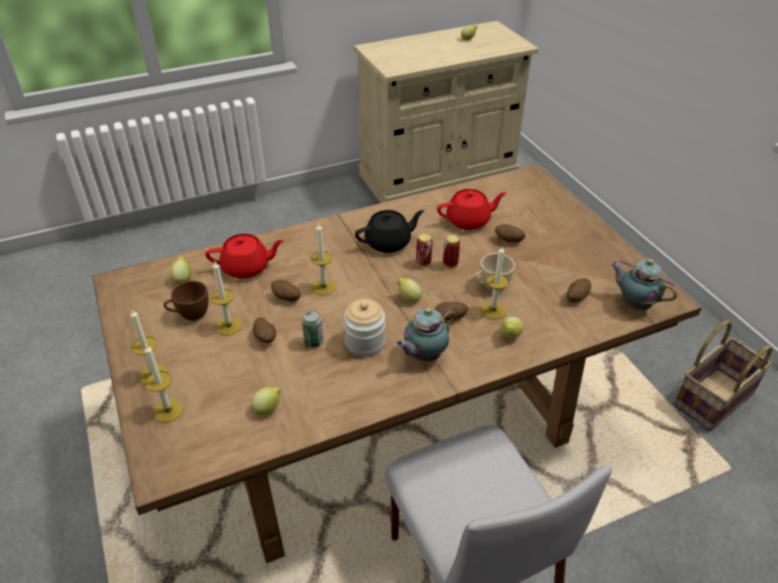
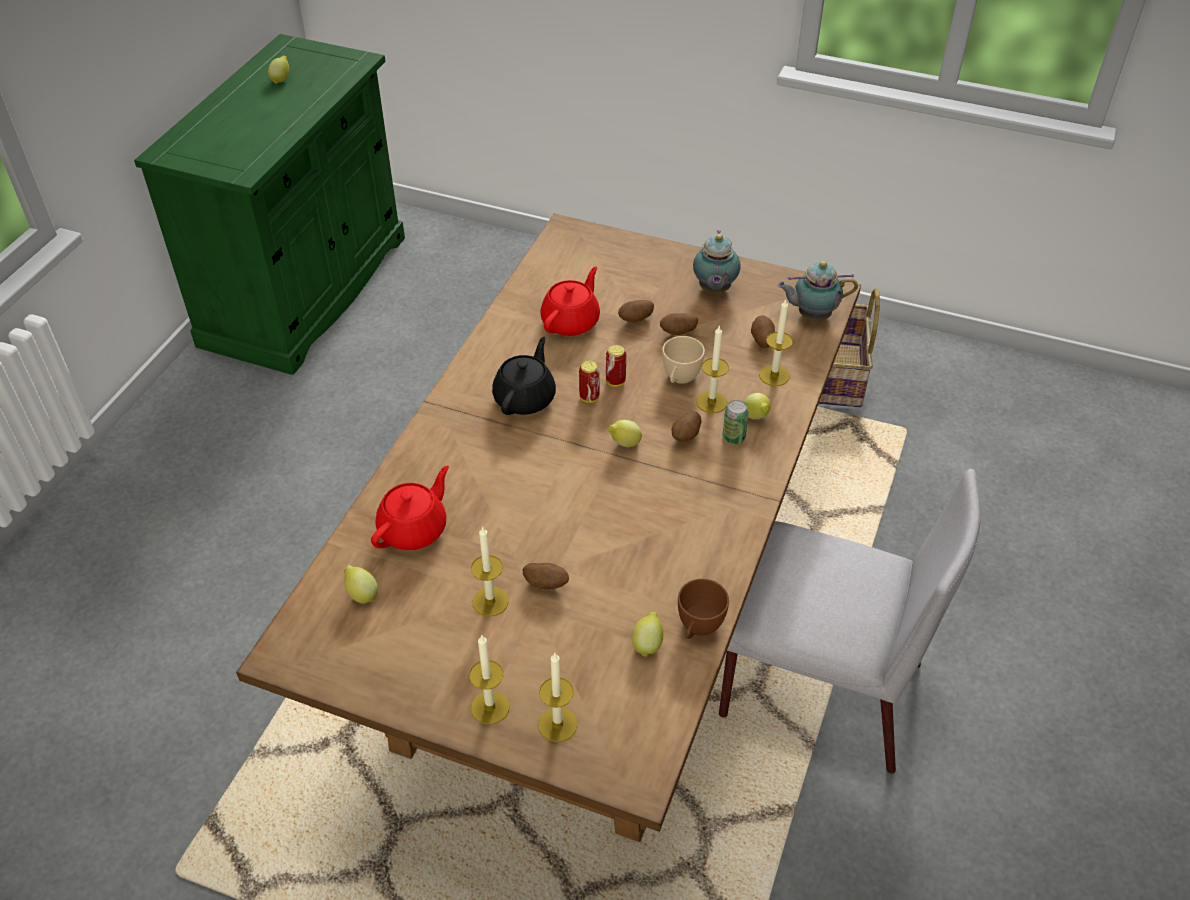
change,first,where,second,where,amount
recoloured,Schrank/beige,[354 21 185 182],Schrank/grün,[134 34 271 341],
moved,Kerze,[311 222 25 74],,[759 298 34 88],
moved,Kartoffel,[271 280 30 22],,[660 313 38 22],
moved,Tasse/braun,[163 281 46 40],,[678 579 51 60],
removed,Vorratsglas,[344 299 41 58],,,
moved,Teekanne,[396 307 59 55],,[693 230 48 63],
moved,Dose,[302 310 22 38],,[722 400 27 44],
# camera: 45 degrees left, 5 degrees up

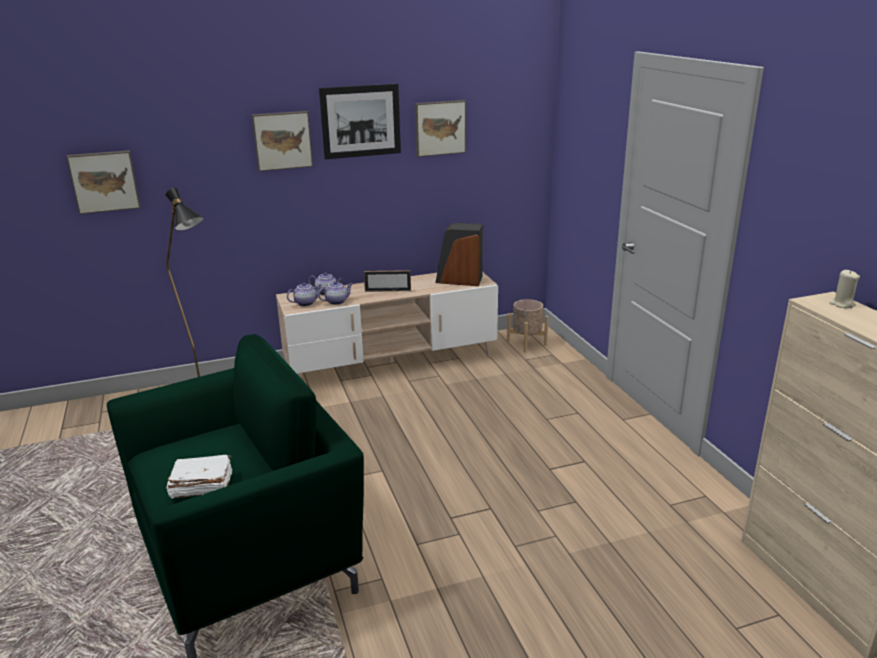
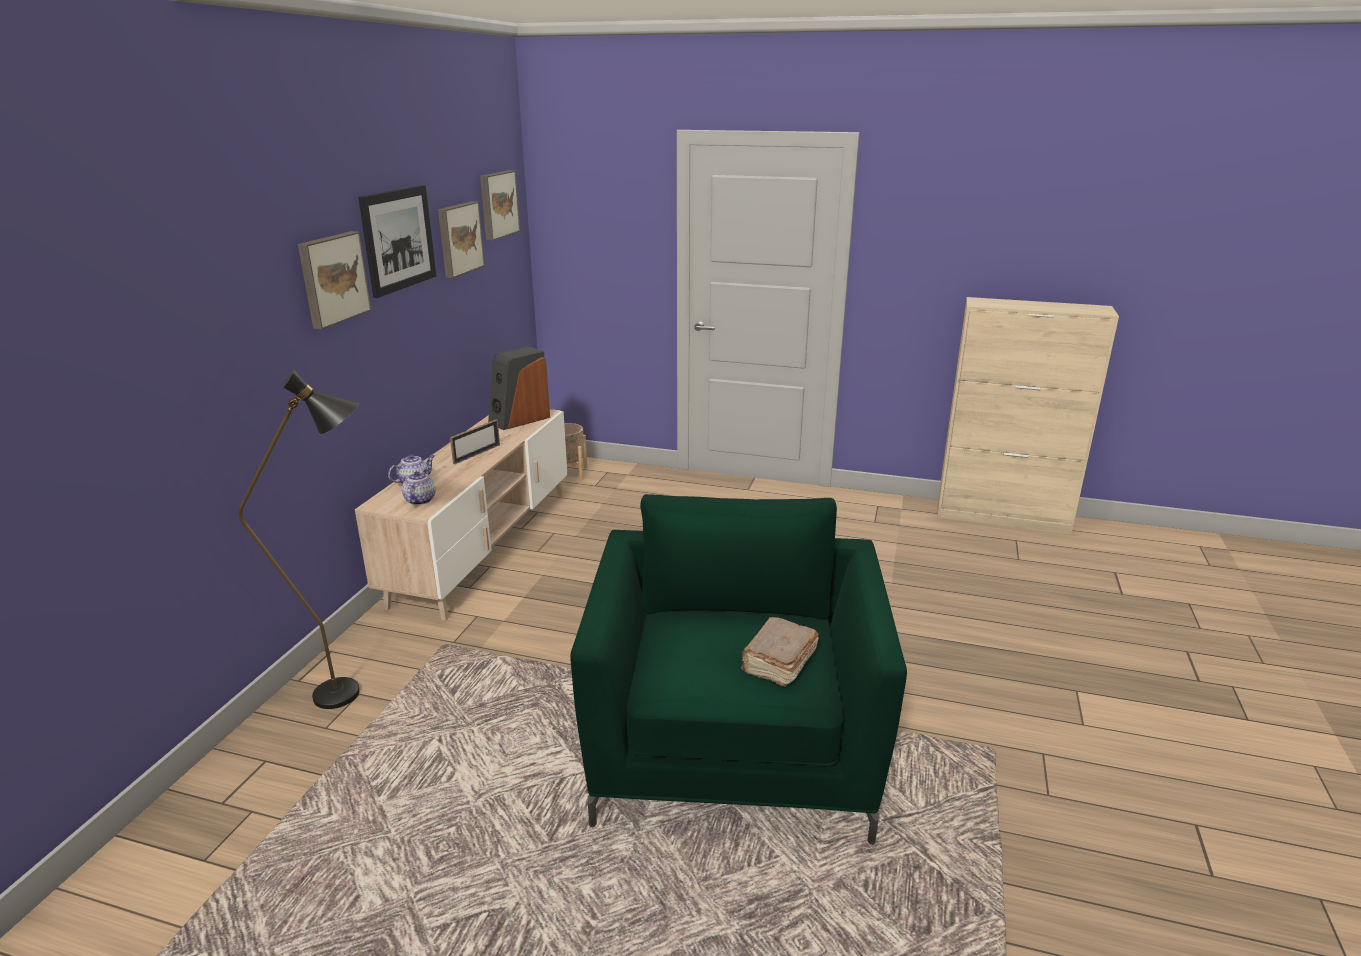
change,first,where,second,where,amount
moved,Bild,[66 150 74 64],,[480 170 40 71],
removed,Kerze/beige,[829 270 31 38],,,
removed,Teekanne,[318 281 35 24],,,
recoloured,Buch/weiß,[166 455 66 43],Buch/braun,[741 617 78 70],
# camera: 55 degrees left, 0 degrees up

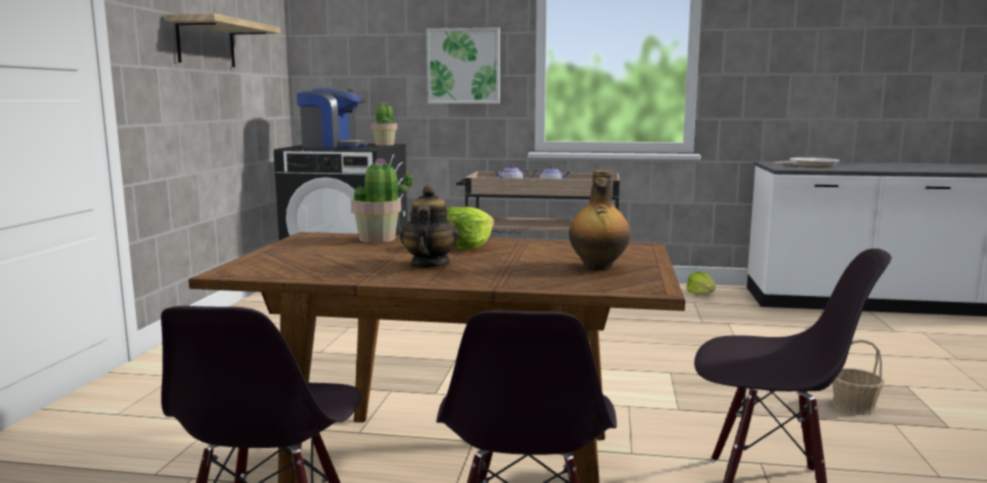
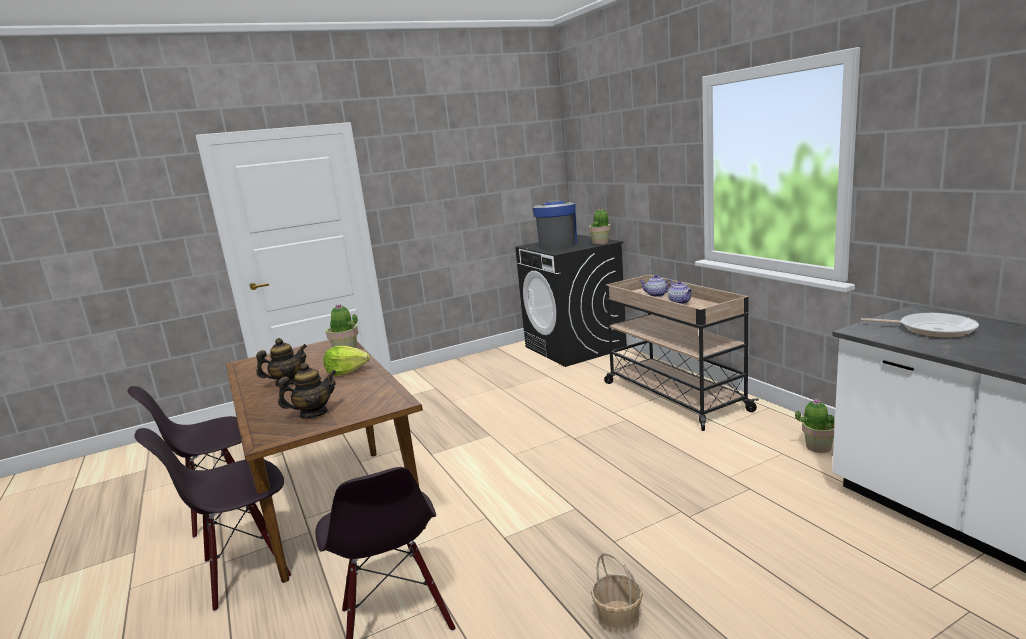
change,first,where,second,where,amount
removed,Wandregal,[164 13 117 54],,,
removed,Bild,[427 27 73 77],,,
turned,Kaffeemaschine,[297 87 72 62],,[533 199 45 50],150 degrees counterclockwise
replaced,Flasche,[569 170 61 101],Teekanne,[278 363 59 55],
replaced,Salatkopf,[686 271 29 24],Topfpflanze,[795 398 40 55],
# camera: 55 degrees right, 5 degrees up

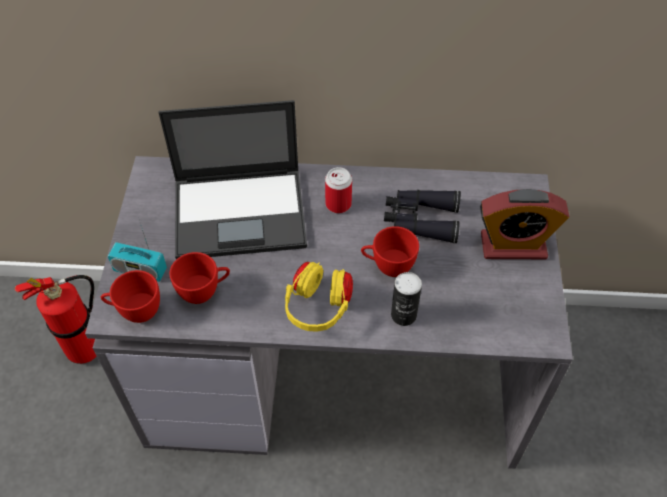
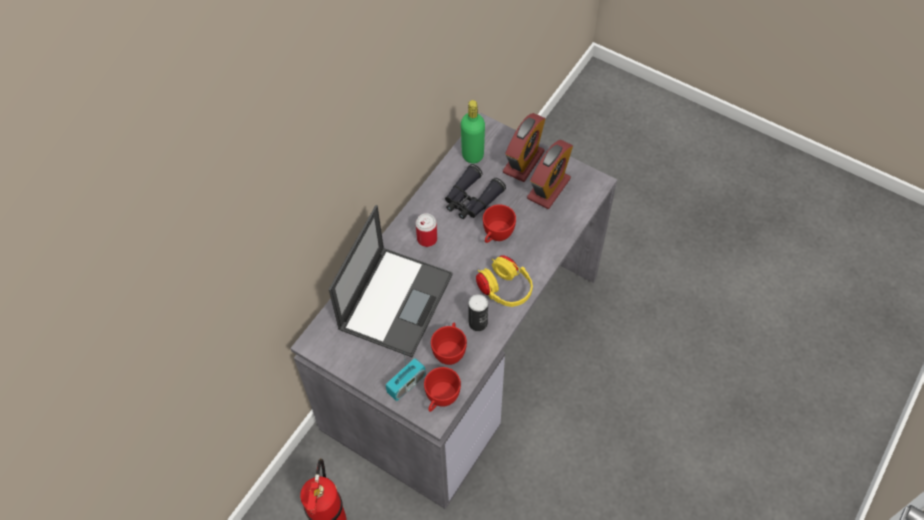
change,first,where,second,where,amount
moved,Dose,[391 272 31 54],,[468 294 20 37],
added,,,Flasche/grün,[461 100 24 63],
added,,,Wecker,[527 140 46 69],
# camera: 60 degrees left, 5 degrees up

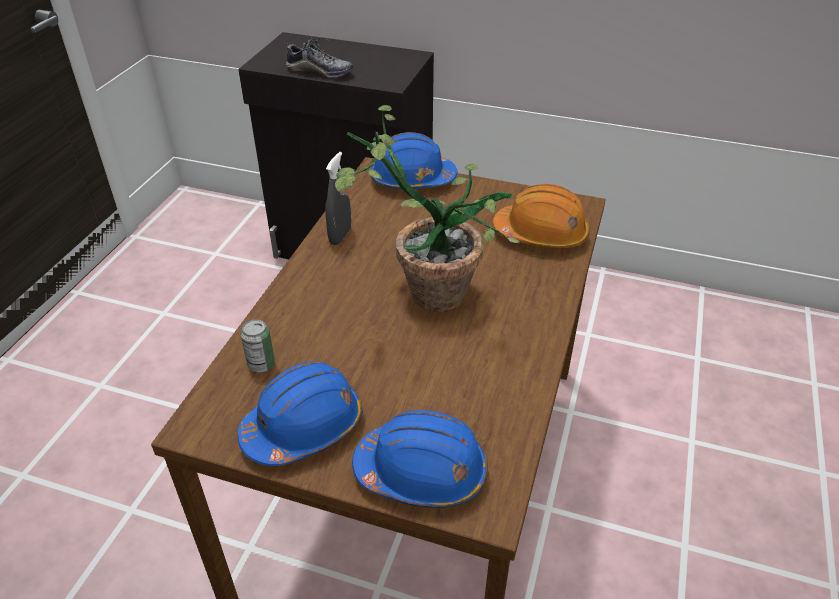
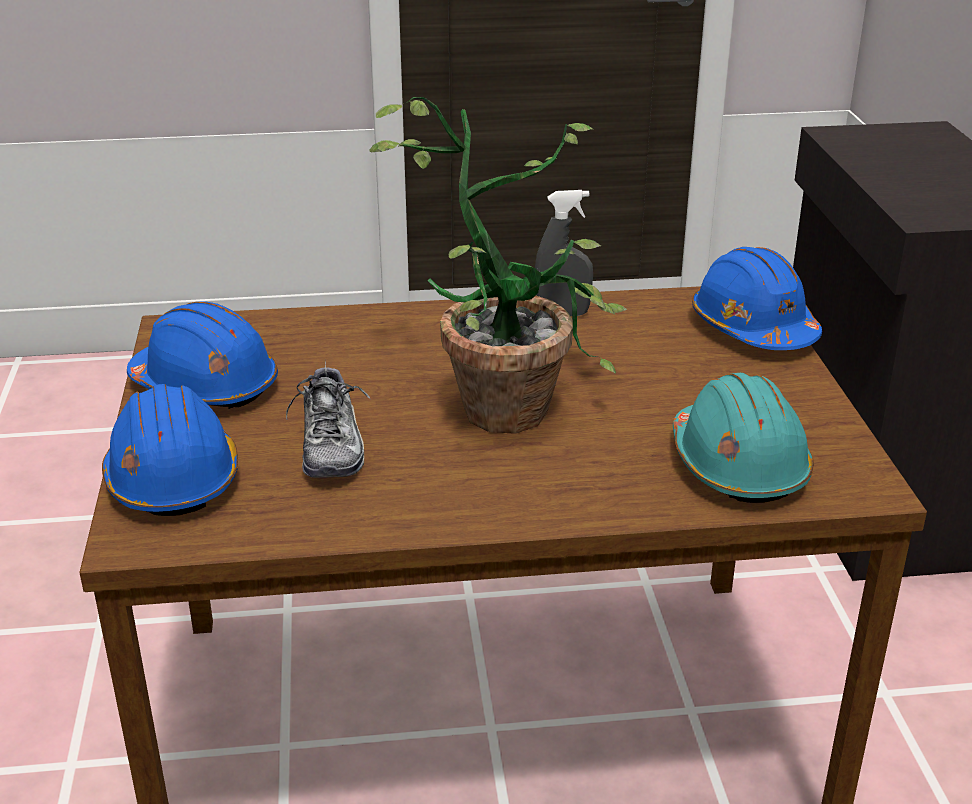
change,first,where,second,where,amount
moved,Schuh,[286 36 67 42],,[286 359 85 119],
recoloured,Schutzhelm/orange,[492 184 98 65],Schutzhelm/türkis,[673 373 141 130],
removed,Dose,[241 319 34 54],,,
# camera: 65 degrees right, 10 degrees down

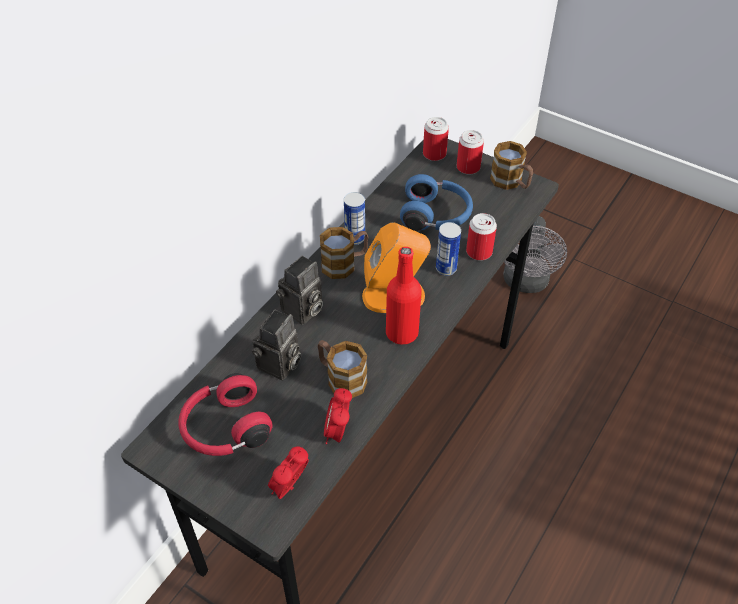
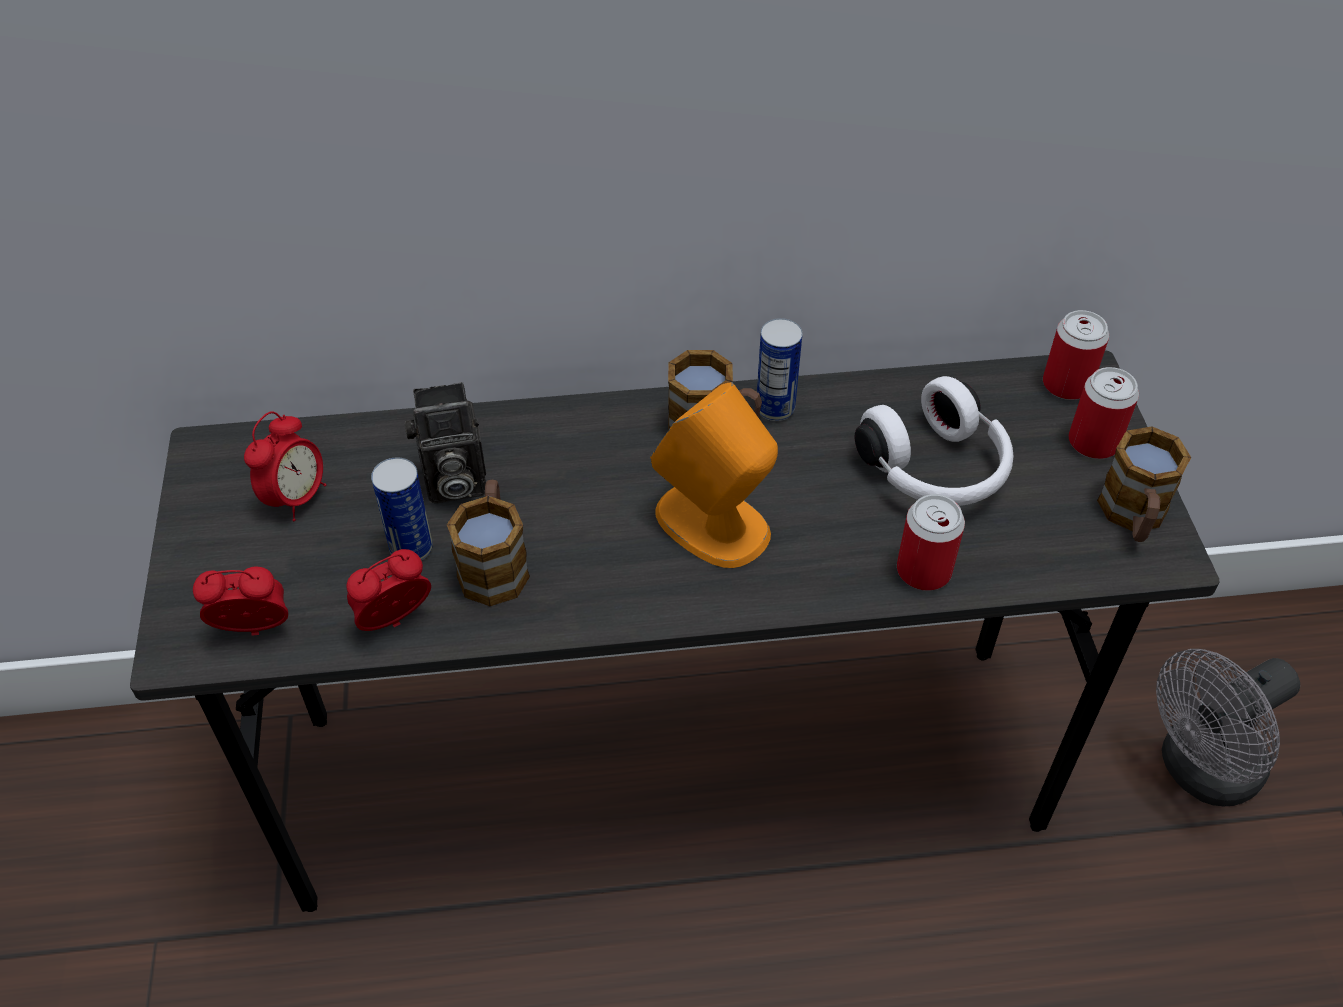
change,first,where,second,where,amount
recoloured,Kopfhörer/blau,[400 174 73 57],Kopfhörer/weiß,[855 376 159 130],
moved,Dose,[436 222 25 54],,[371 458 62 103],
removed,Flasche/rot,[386 247 36 98],,,
removed,Kamera,[276 256 47 69],,,
replaced,Kopfhörer/rot,[178 373 95 83],Wecker,[244 411 83 110],
# camera: 50 degrees right, 0 degrees up

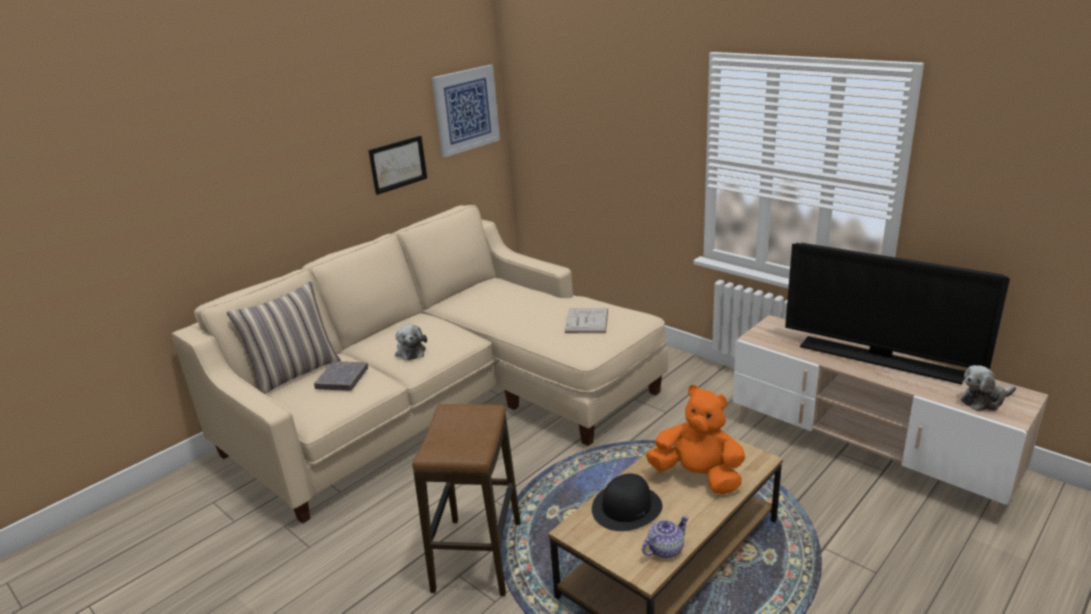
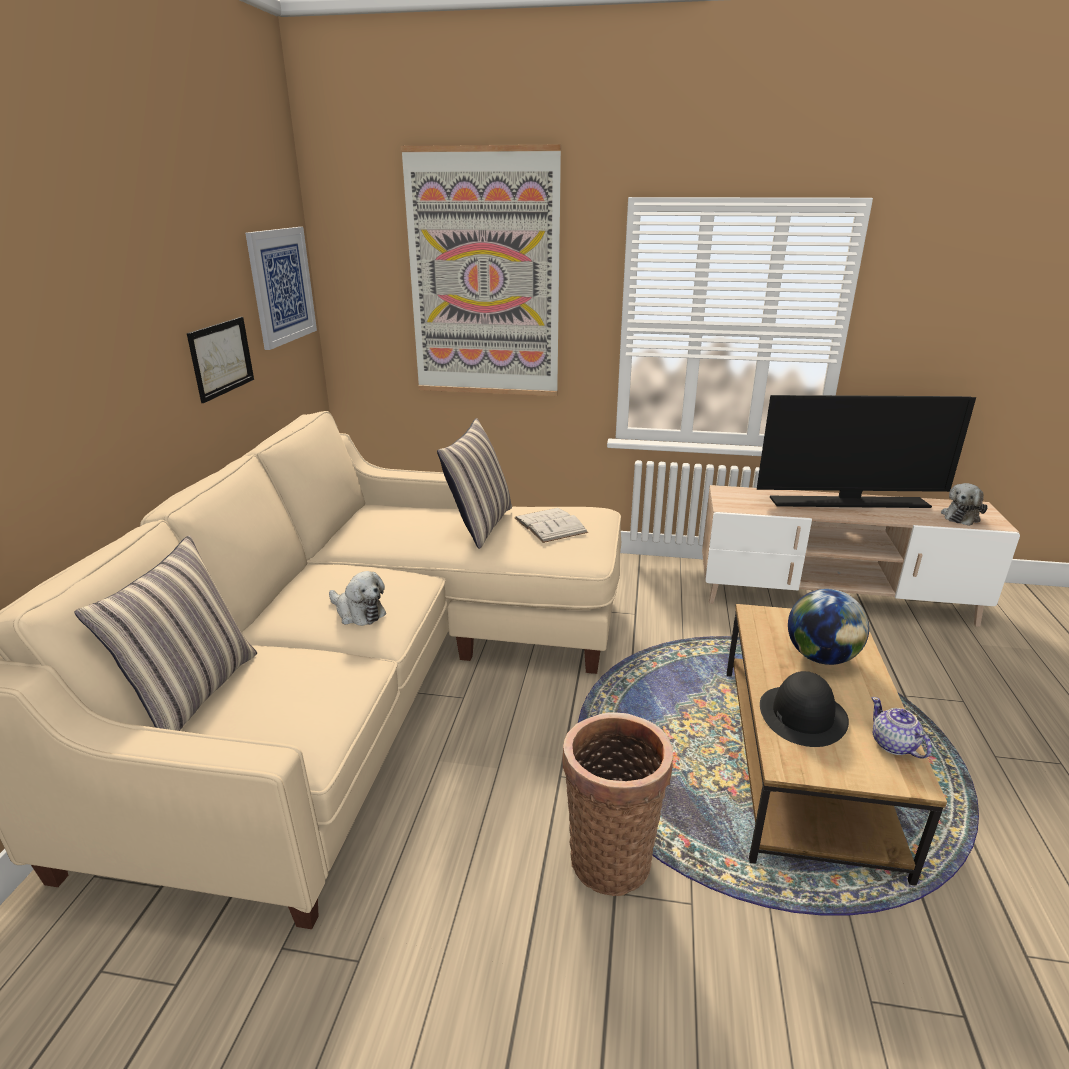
change,first,where,second,where,amount
removed,Buch/grau,[314 361 54 30],,,
replaced,Plüschtier/orange,[646 385 99 109],Globus,[788 589 81 76],
replaced,Hocker,[412 404 109 192],Korb,[563 712 110 184],
turned,Teekanne,[642 516 47 42],,[872 697 60 62],45 degrees counterclockwise
added,,,Bild,[401 145 160 251],
added,,,Kissen,[437 418 75 131],
# camera: 35 degrees left, 0 degrees up

